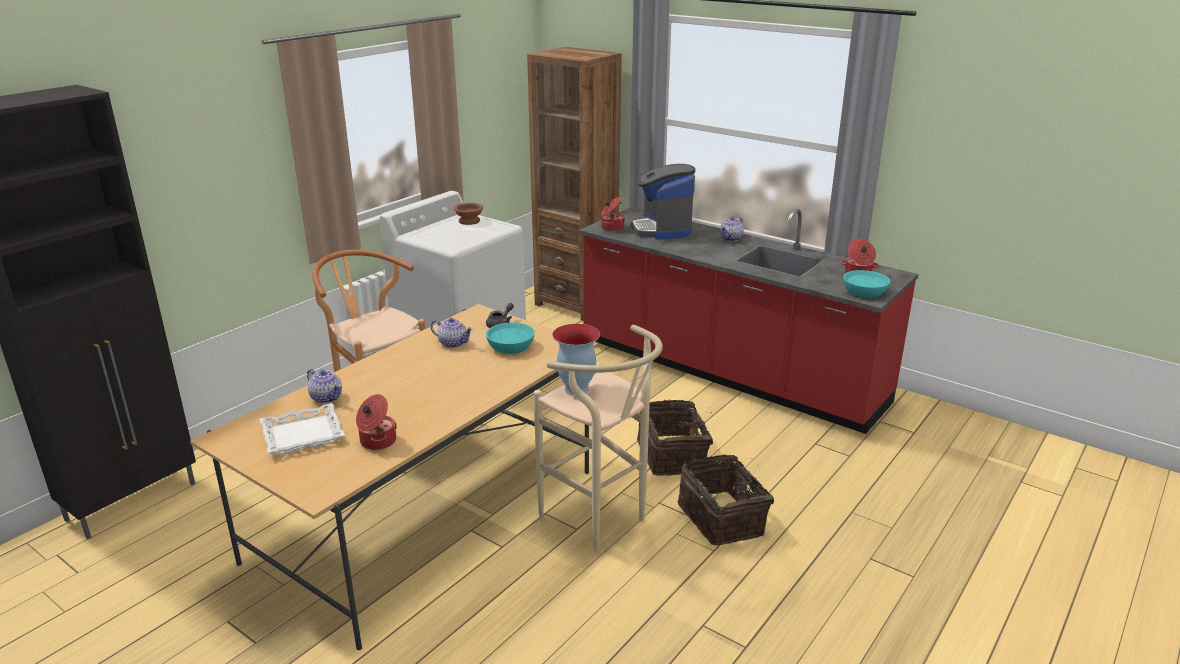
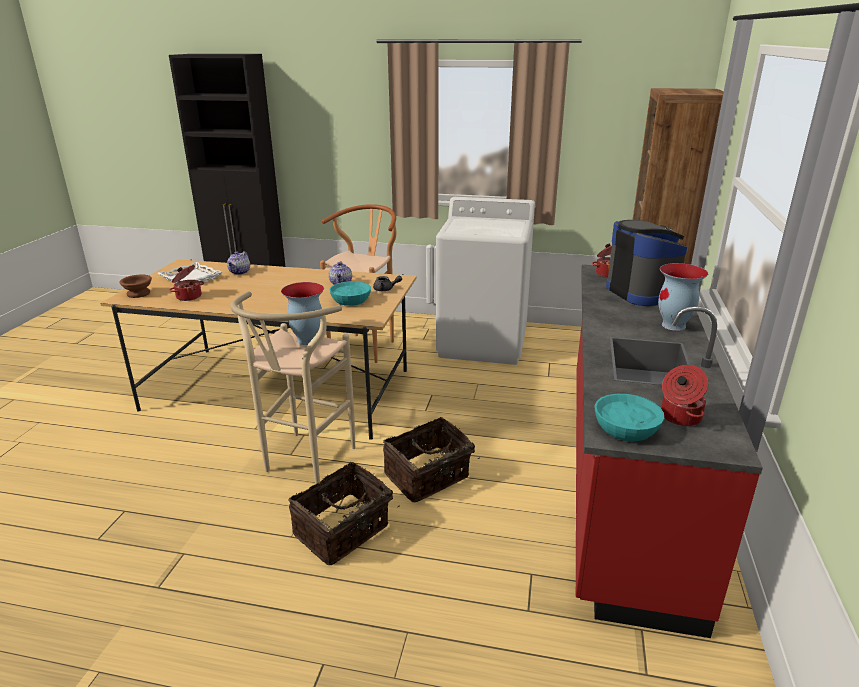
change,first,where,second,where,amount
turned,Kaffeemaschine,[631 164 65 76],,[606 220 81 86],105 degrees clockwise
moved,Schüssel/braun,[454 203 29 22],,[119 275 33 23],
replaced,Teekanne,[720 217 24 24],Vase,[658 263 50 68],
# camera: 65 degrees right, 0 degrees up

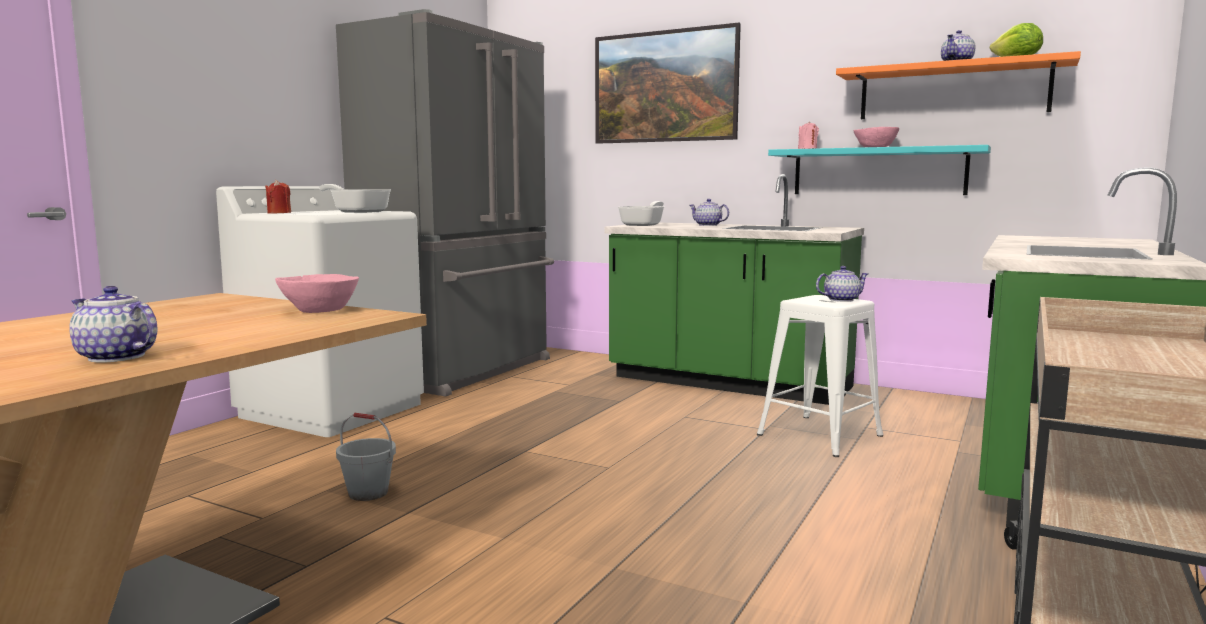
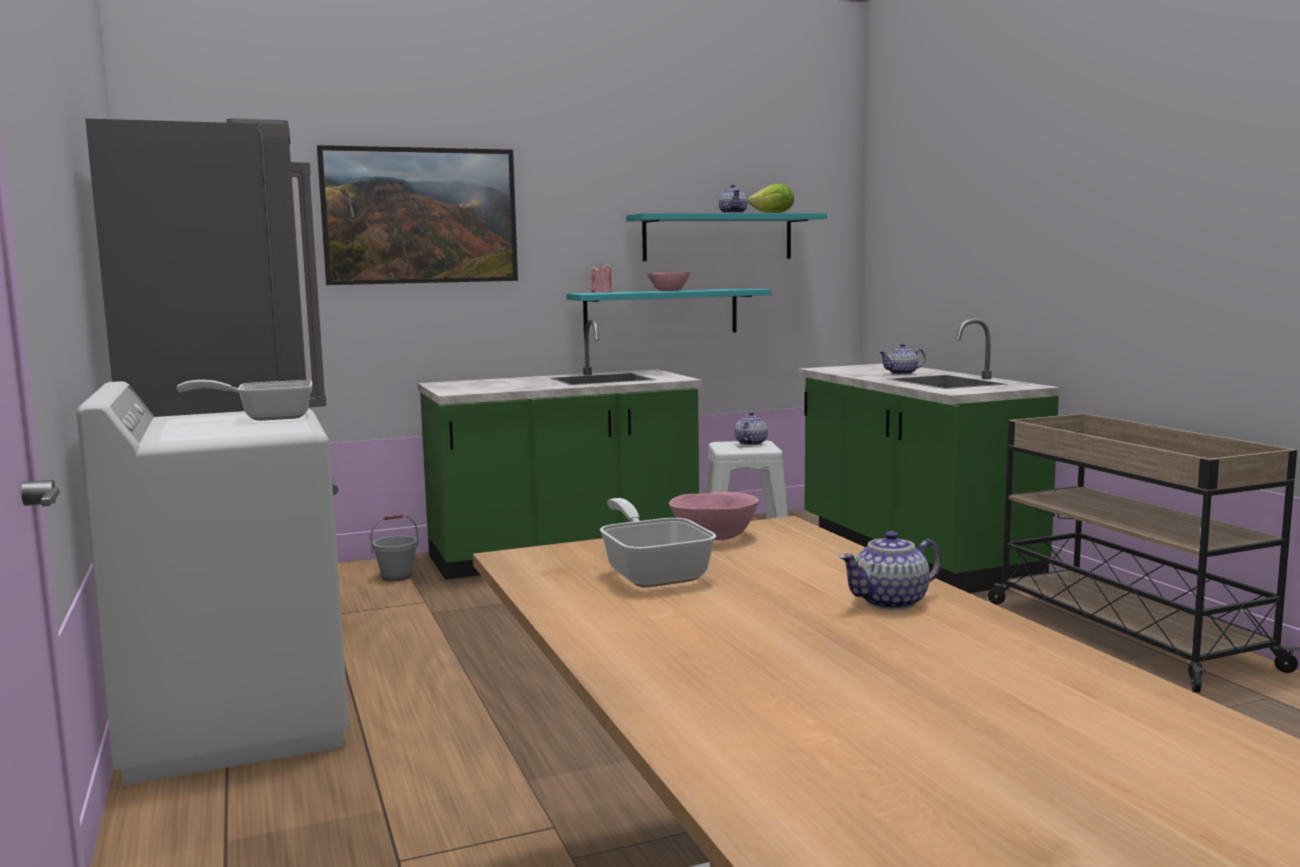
change,first,where,second,where,amount
recoloured,Wandregal/orange,[836 51 245 68],Wandregal/türkis,[626 213 201 48],
removed,Kerze/rot,[265 180 26 34],,,
moved,Teekanne,[689 199 40 27],,[879 343 47 32],
moved,Pfanne,[618 201 46 25],,[600 498 116 90],
moved,Eimer/grau,[336 413 60 88],,[370 514 49 67],
# camera: 50 degrees left, 0 degrees up

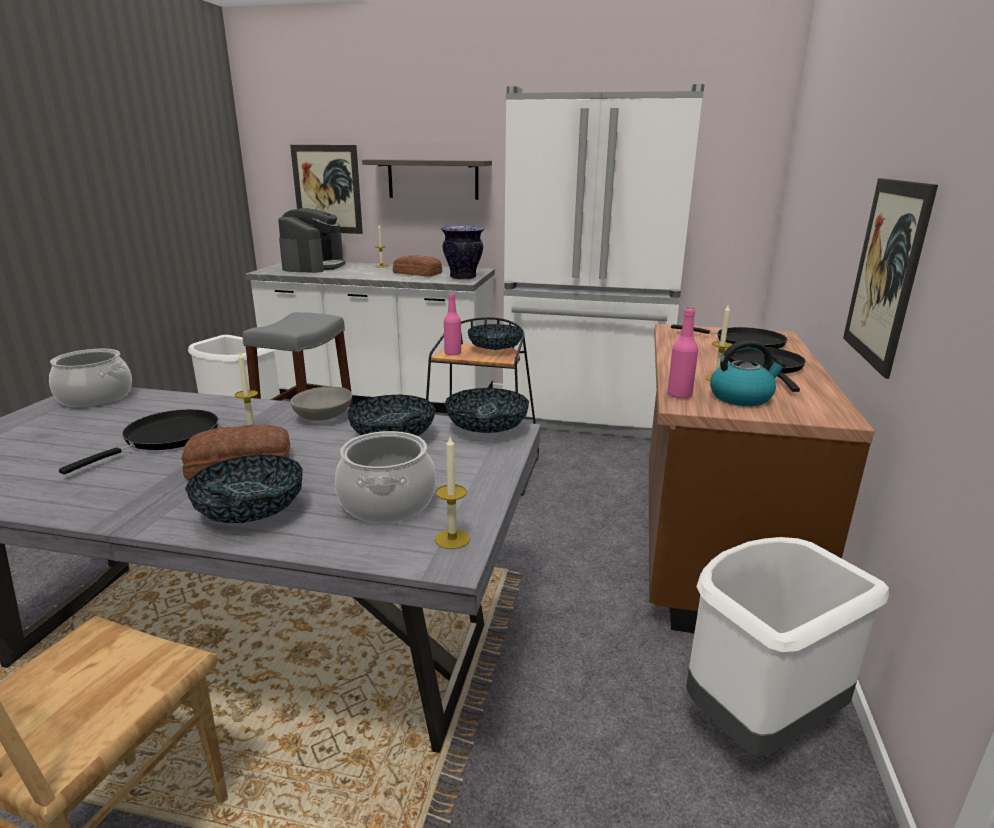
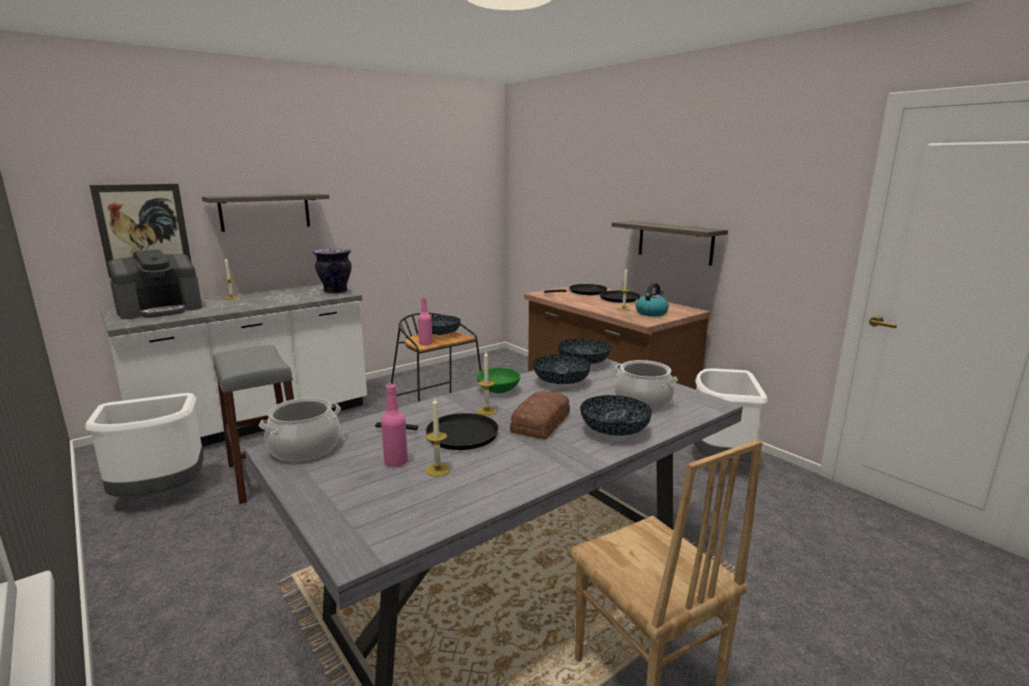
change,first,where,second,where,amount
removed,Kühlschrank/weiß,[503 84 202 354],,,
replaced,Bild,[843 178 95 201],Wandregal,[612 221 116 45],
turned,Kaffeemaschine,[278 208 67 65],,[108 249 94 70],90 degrees clockwise
removed,Brot,[393 255 49 22],,,
moved,Flasche/rosa,[667 308 31 91],,[381 383 27 84],
recoloured,Schüssel/grau,[290 387 62 34],Schüssel/grün,[476 367 45 26],
turned,Pfanne/schwarz,[59 409 160 66],,[375 413 124 37],120 degrees clockwise
moved,Kerze,[435 437 35 112],,[426 398 24 78],
# camera: 50 degrees left, 5 degrees down

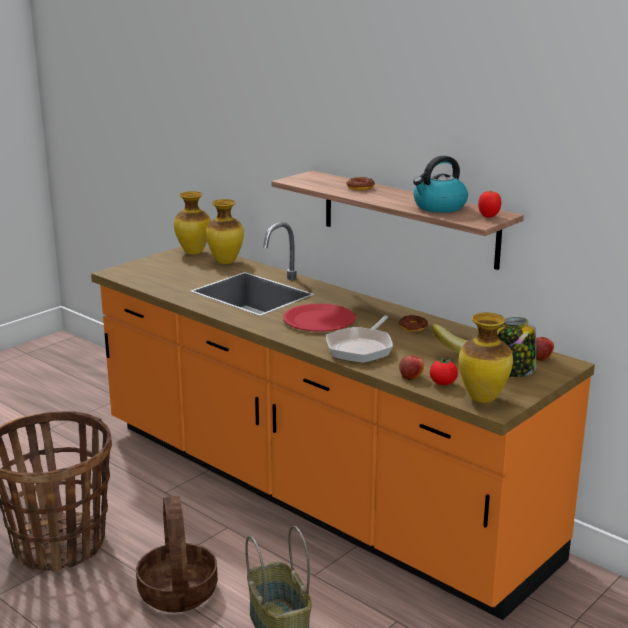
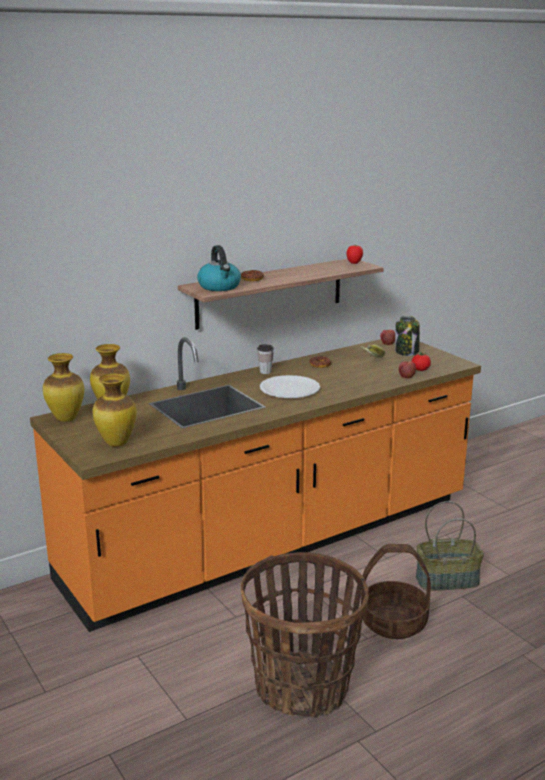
change,first,where,second,where,amount
moved,Wasserkessel,[413 156 55 57],,[197 245 44 46],
recoloured,Teller/rot,[283 304 73 28],Teller/weiß,[260 375 60 23],
moved,Vase,[459 313 54 90],,[93 374 44 73],
removed,Pfanne,[326 316 67 47],,,
added,,,Tasse,[257 344 17 30],
# camera: 75 degrees left, 0 degrees up

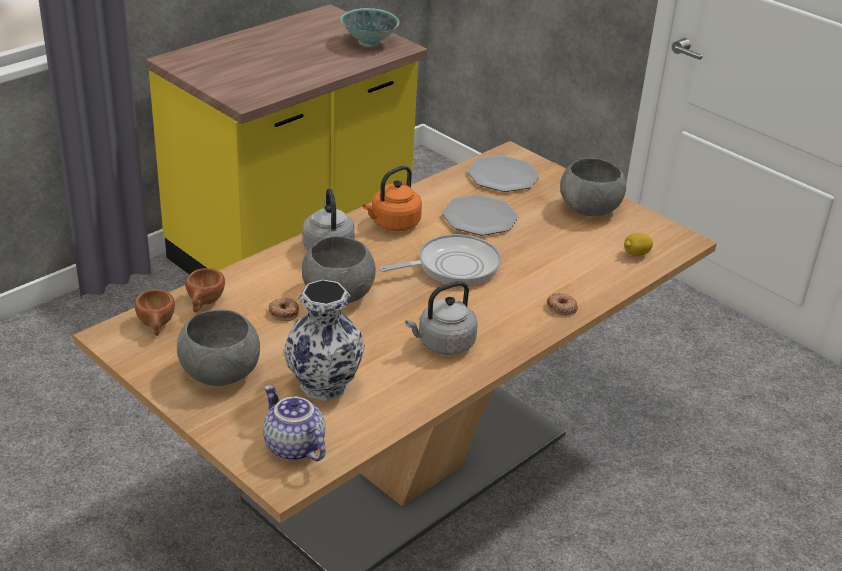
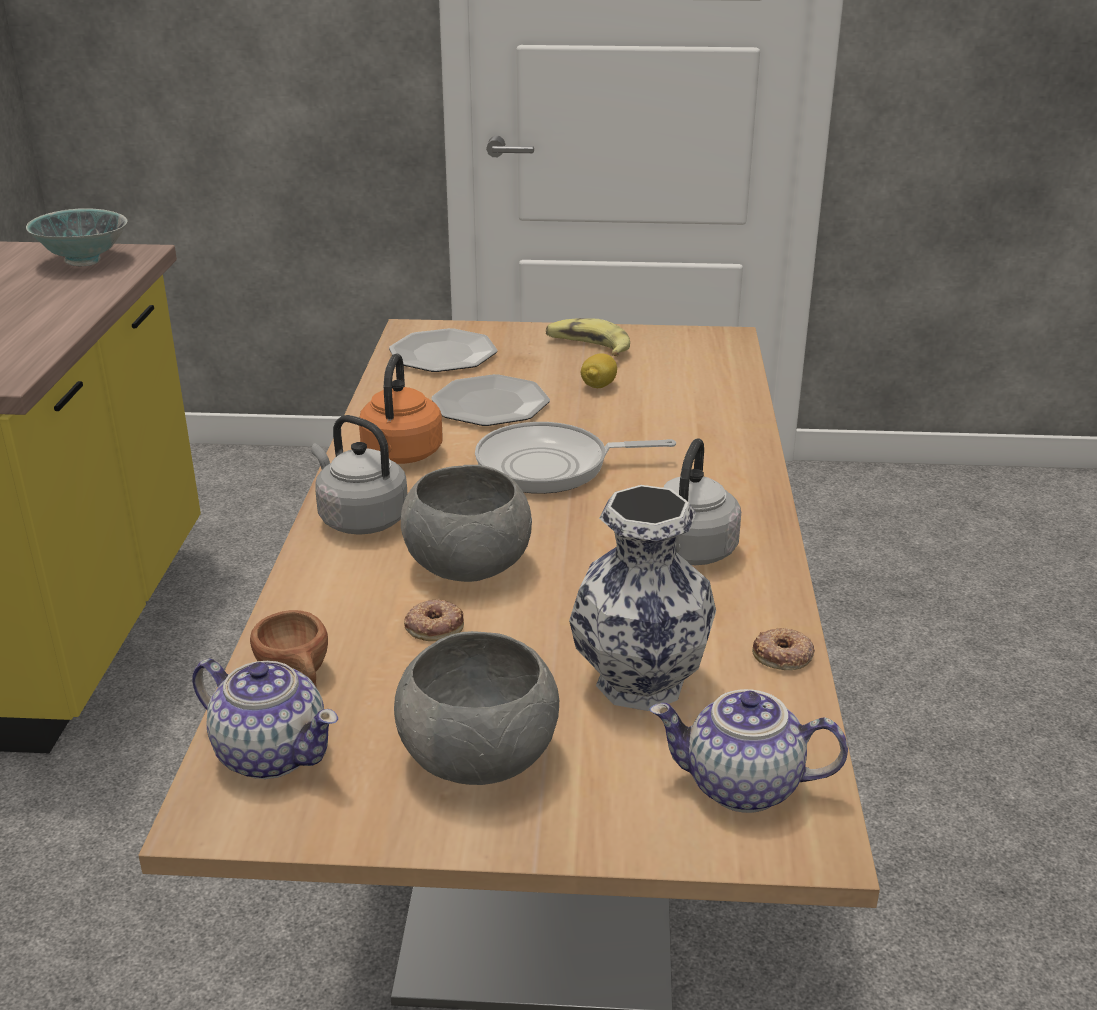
change,first,where,second,where,amount
replaced,Schüssel/grau,[560 158 66 58],Banane,[546 318 84 38],
moved,Zitrone,[624 233 29 23],,[581 353 36 35],
turned,Pfanne,[379 234 122 52],,[475 422 201 72],120 degrees counterclockwise
replaced,Tasse/braun,[135 289 40 47],Teekanne,[192 659 146 120],
moved,Donut,[547 293 31 22],,[752 628 63 42],
# camera: 40 degrees left, 5 degrees down

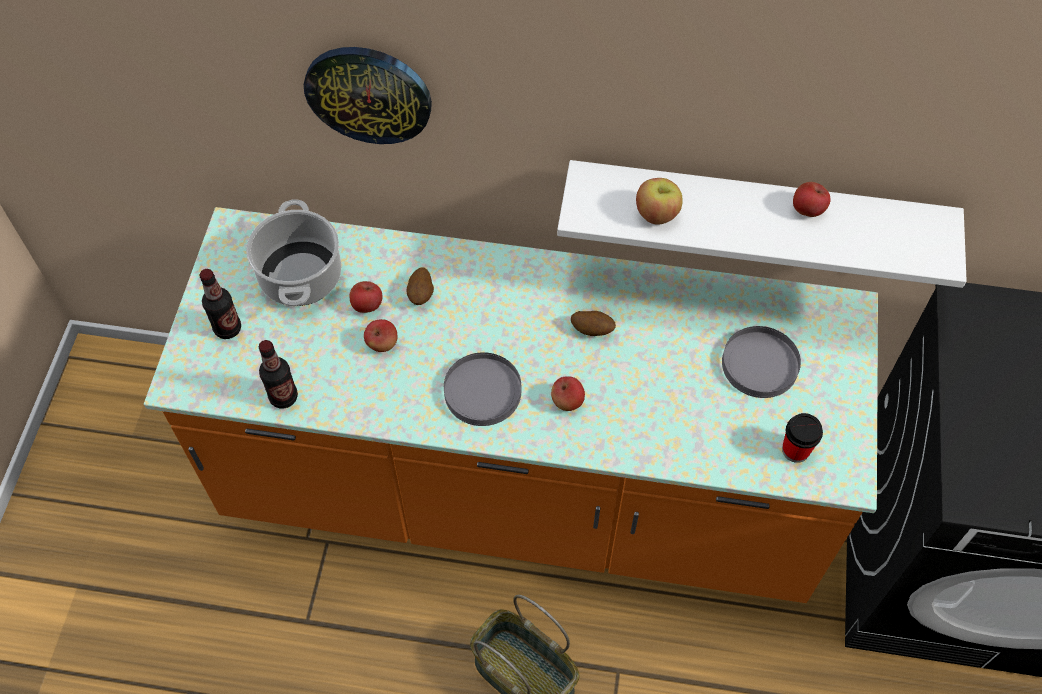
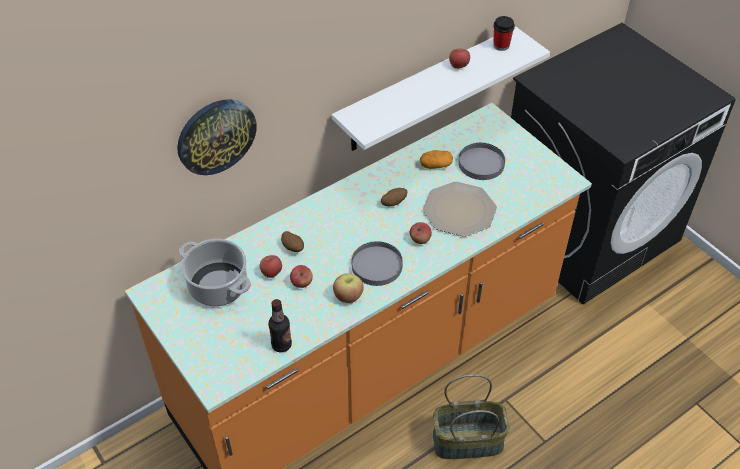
change,first,where,second,where,amount
moved,Apfel,[636 178 47 47],,[333 273 31 30],
removed,Flasche,[199 269 42 70],,,
moved,Tasse,[782 413 41 50],,[493 16 22 35],
added,,,Kartoffel,[420 150 33 19],
added,,,Teller,[423 182 74 55],
# camera: 45 degrees left, 10 degrees down

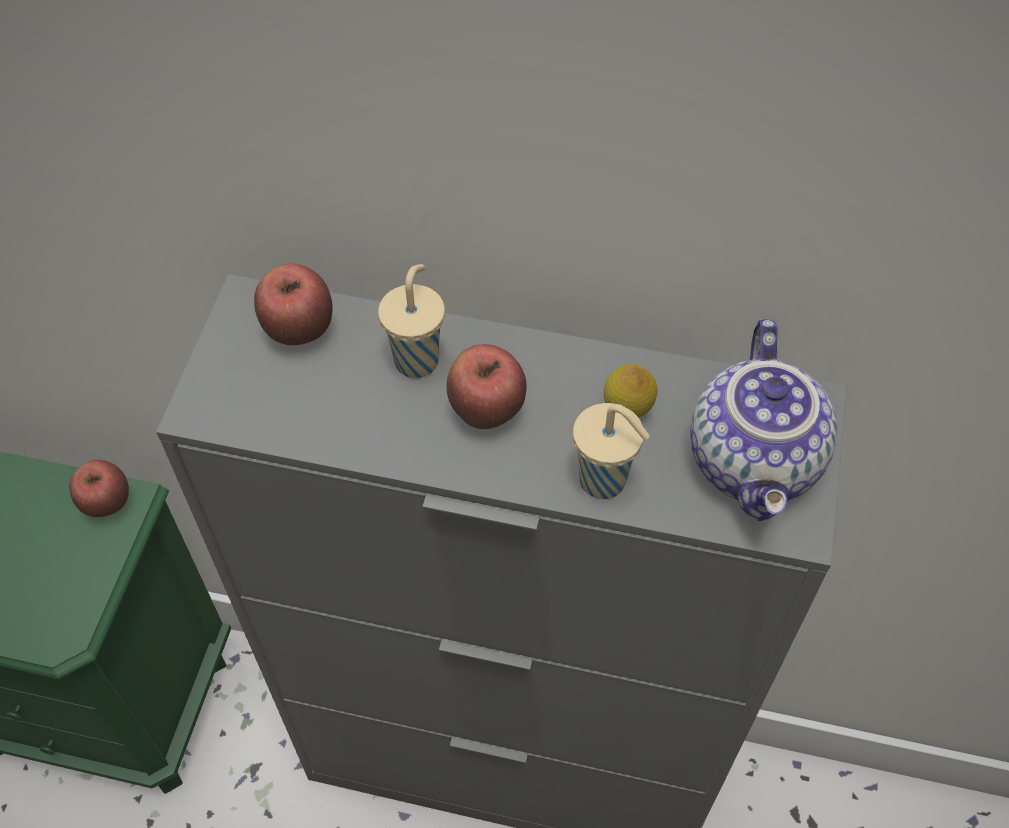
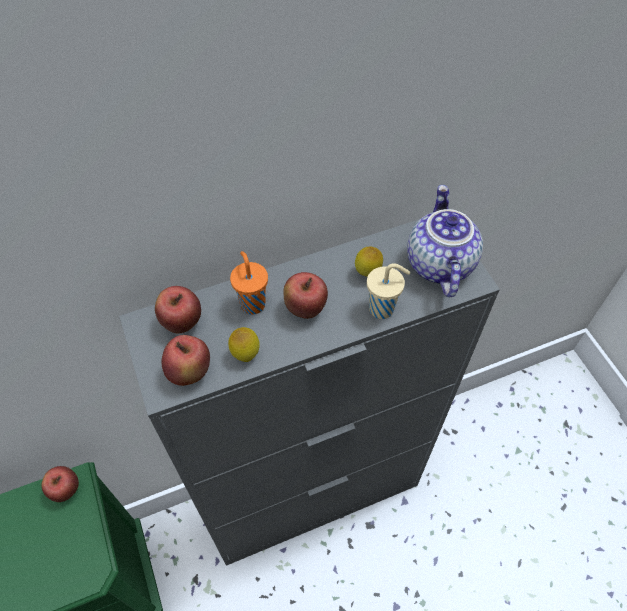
change,first,where,second,where,amount
recoloured,Tasse/beige,[378 264 67 114],Tasse/orange,[230 251 38 63],
turned,Teekanne,[690 319 147 202],,[407 185 76 112],150 degrees counterclockwise
added,,,Zitrone,[228 327 32 35],
added,,,Apfel,[161 335 49 51],
# camera: 35 degrees left, 0 degrees up

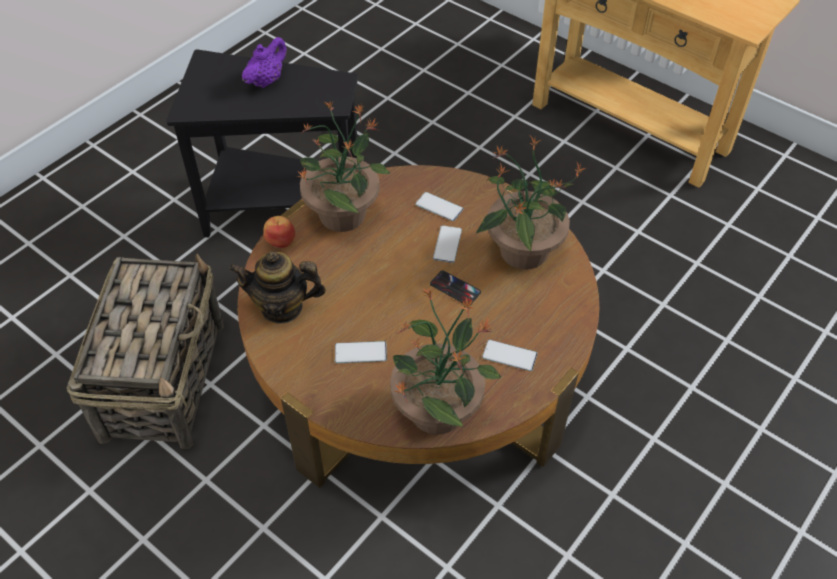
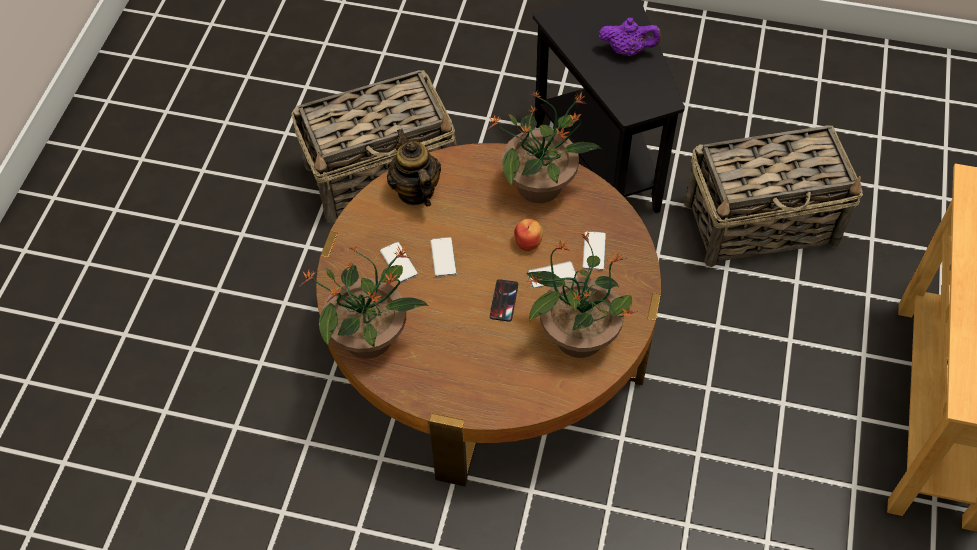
change,first,where,second,where,amount
moved,Apfel,[263 216 32 32],,[514 219 29 32],
moved,Handy,[482 340 55 31],,[430 237 26 40],
added,,,Korb,[684 125 179 142],
# camera: 65 degrees right, 5 degrees up

